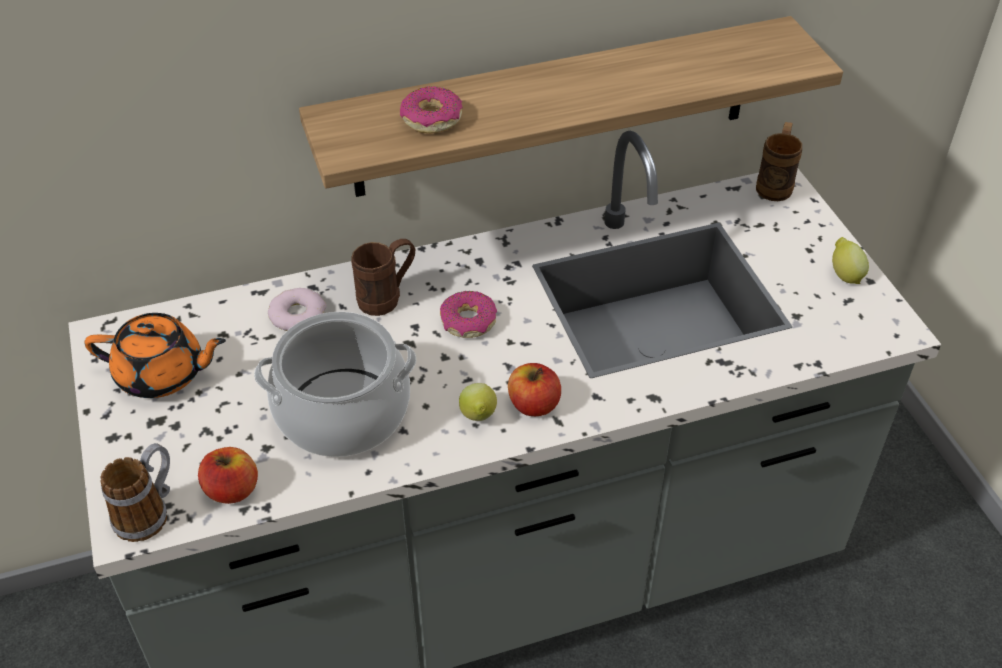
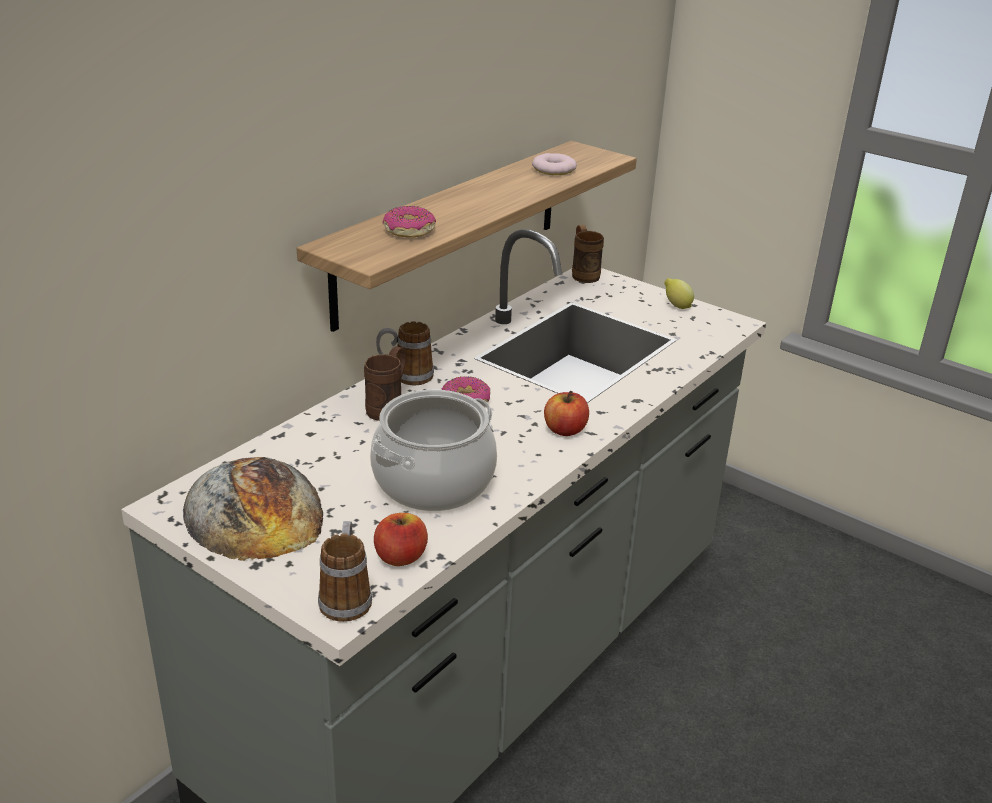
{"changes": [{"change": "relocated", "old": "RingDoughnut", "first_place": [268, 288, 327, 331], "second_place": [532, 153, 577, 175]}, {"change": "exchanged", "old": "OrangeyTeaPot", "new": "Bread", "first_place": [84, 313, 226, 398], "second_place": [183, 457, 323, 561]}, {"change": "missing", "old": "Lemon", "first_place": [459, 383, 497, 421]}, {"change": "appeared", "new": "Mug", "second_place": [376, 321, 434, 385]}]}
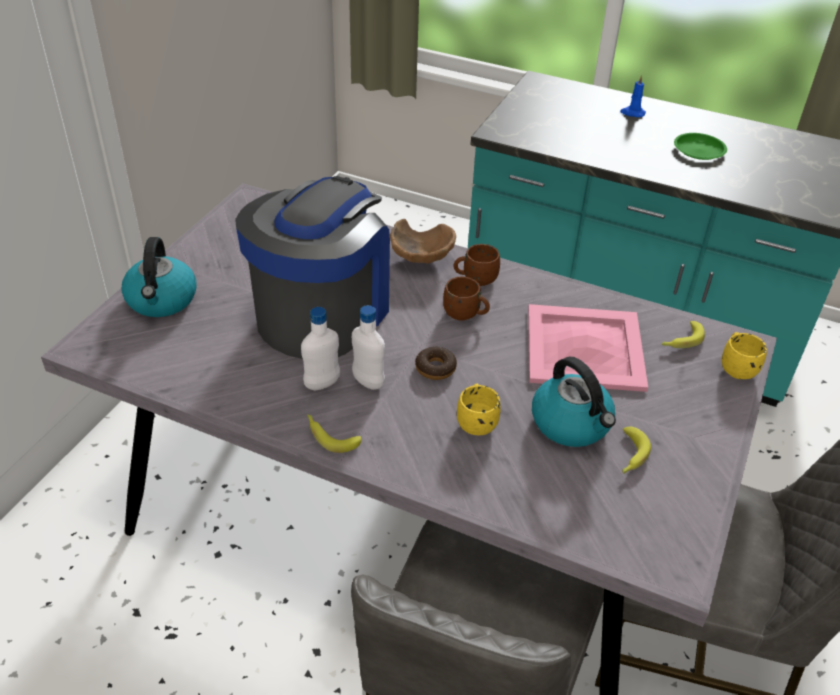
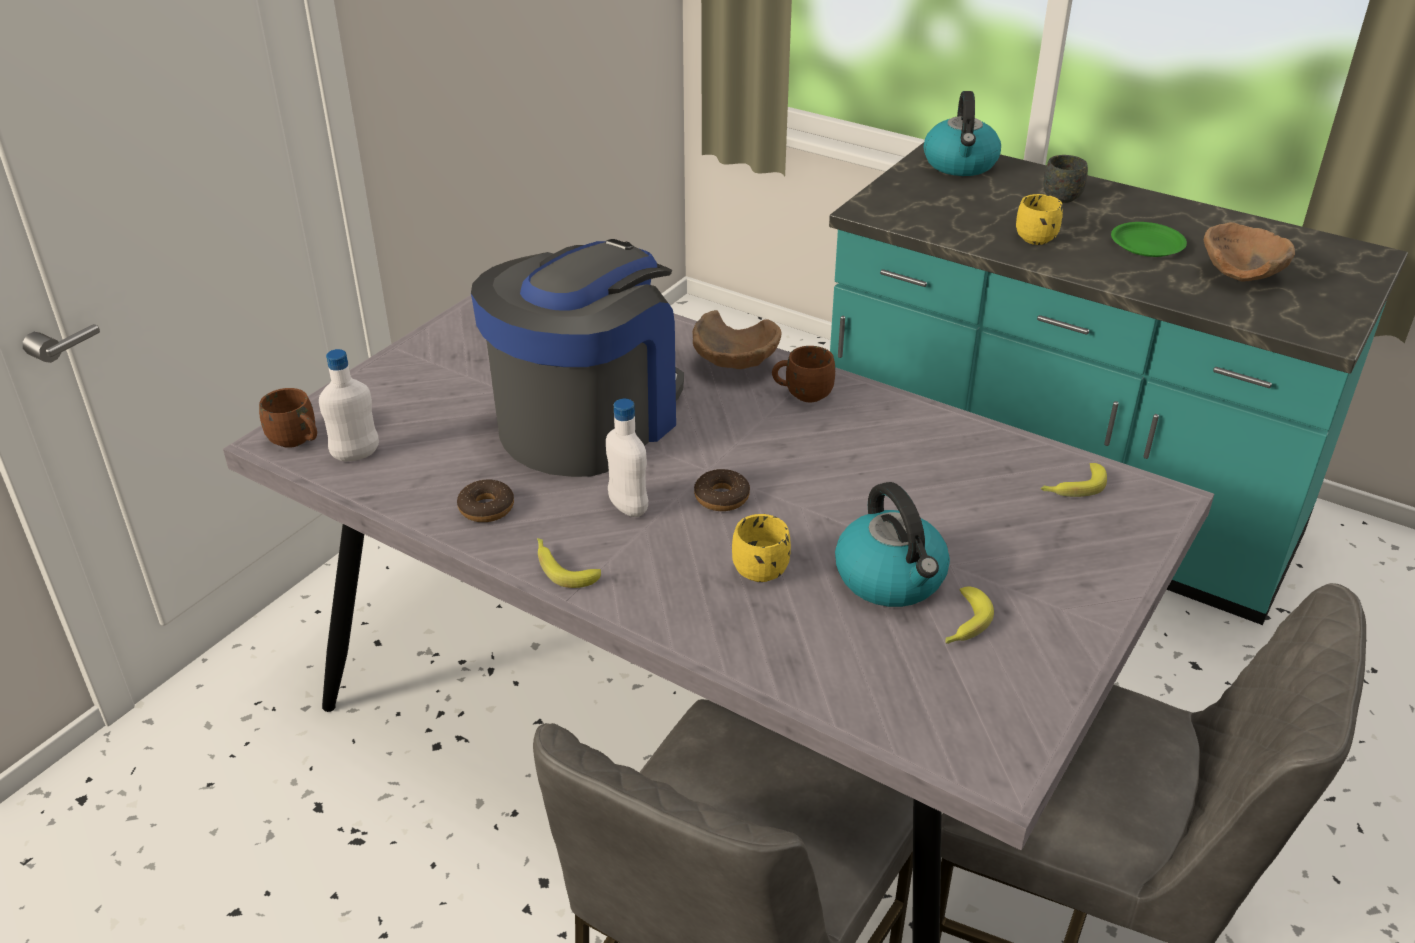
{"changes": [{"change": "exchanged", "old": "BlueColouredCandle", "new": "GrayMug", "first_place": [620, 75, 646, 117], "second_place": [1043, 155, 1088, 203]}, {"change": "relocated", "old": "WaterKettle", "first_place": [121, 237, 196, 317], "second_place": [924, 91, 1001, 176]}, {"change": "relocated", "old": "BrownMug", "first_place": [443, 277, 490, 321], "second_place": [259, 388, 317, 448]}, {"change": "missing", "old": "PinkColouredCarryingTray", "first_place": [528, 304, 648, 392]}, {"change": "relocated", "old": "WhitishDrinkBottle", "first_place": [301, 307, 340, 391], "second_place": [319, 349, 379, 462]}, {"change": "relocated", "old": "YellowMug", "first_place": [722, 332, 767, 379], "second_place": [1016, 194, 1063, 245]}, {"change": "appeared", "new": "BrownServingBowl", "second_place": [1204, 222, 1295, 281]}, {"change": "appeared", "new": "RingDoughnut", "second_place": [457, 479, 514, 522]}]}
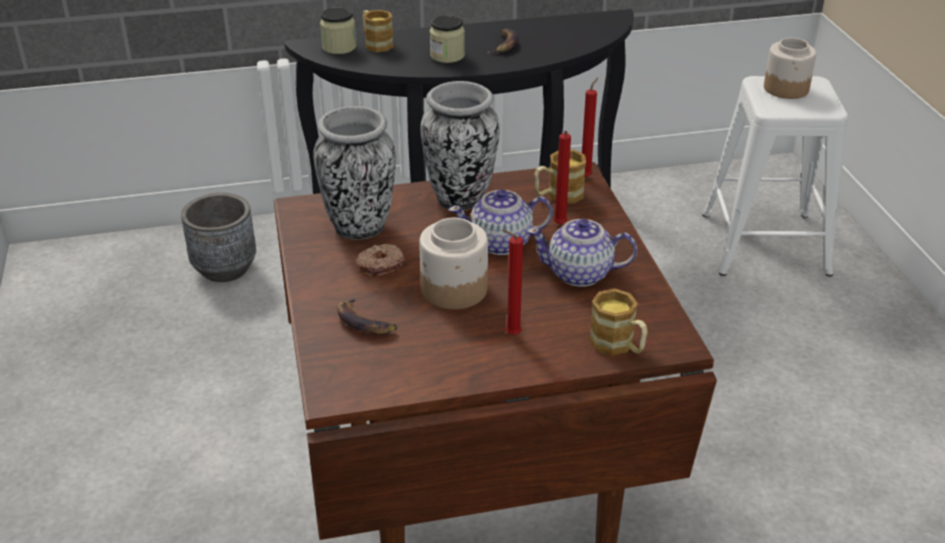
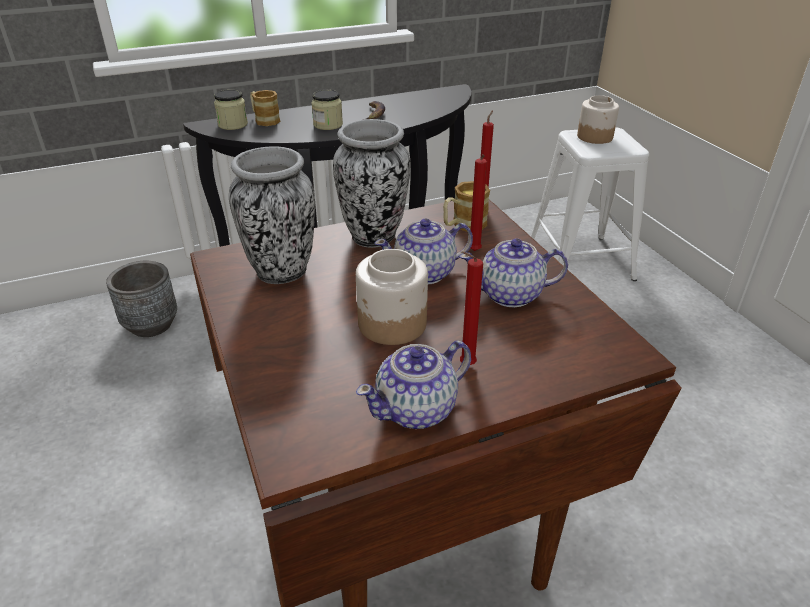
{"changes": [{"change": "missing", "old": "RingDoughnut", "first_place": [355, 244, 404, 277]}, {"change": "missing", "old": "Mug", "first_place": [589, 289, 647, 356]}, {"change": "missing", "old": "WholeBanana", "first_place": [337, 297, 397, 334]}, {"change": "appeared", "new": "TeaPot", "second_place": [356, 341, 471, 429]}]}
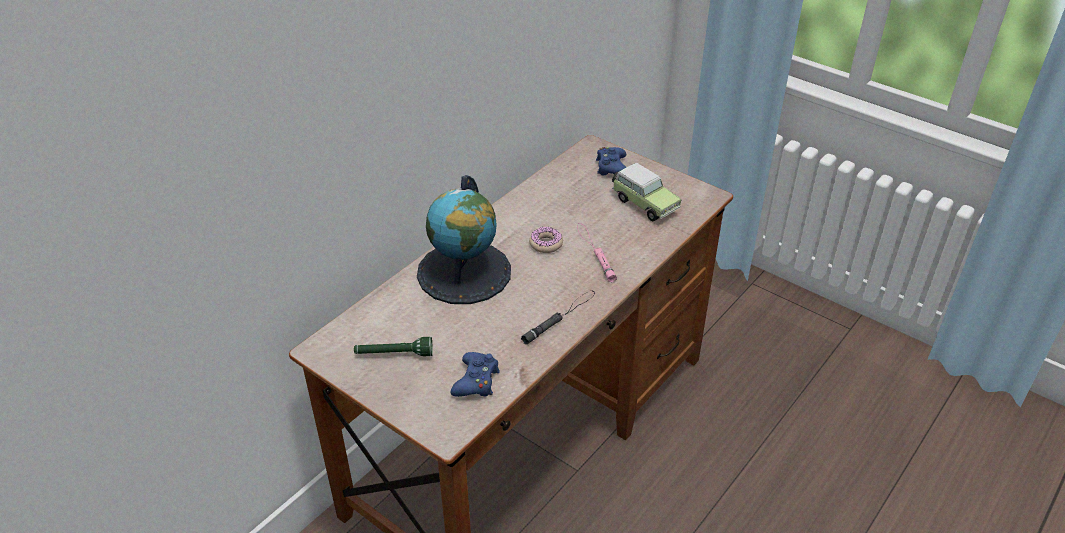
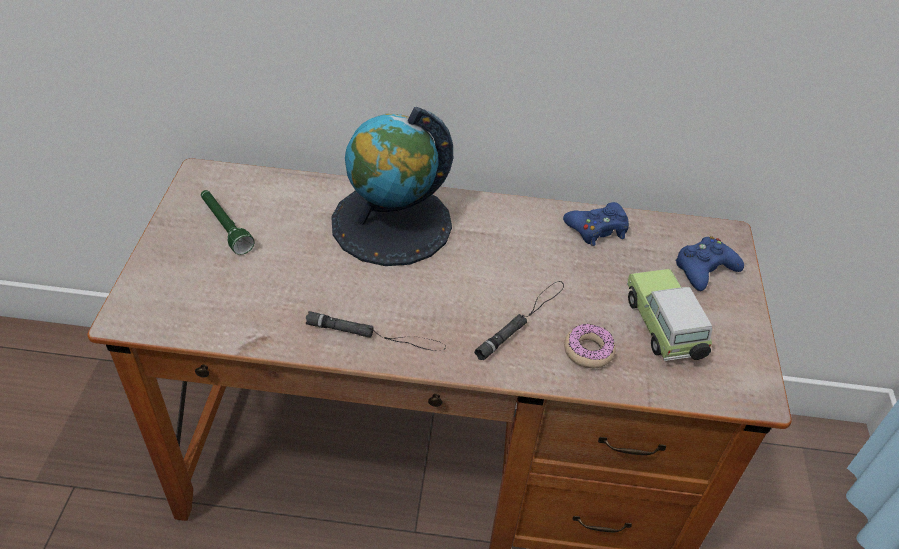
{"changes": [{"change": "spun", "old": "ToyCar", "first_place": [612, 163, 681, 221], "second_place": [627, 269, 713, 361], "degrees": 150}, {"change": "colour", "old": "PinkColouredTorch", "new": "BlackishTorch", "first_place": [577, 223, 617, 282], "second_place": [474, 281, 564, 360]}, {"change": "relocated", "old": "RingDoughnut", "first_place": [529, 226, 563, 253], "second_place": [564, 324, 615, 369]}, {"change": "relocated", "old": "BlueColouredGamepad", "first_place": [451, 352, 500, 397], "second_place": [563, 202, 629, 246]}]}
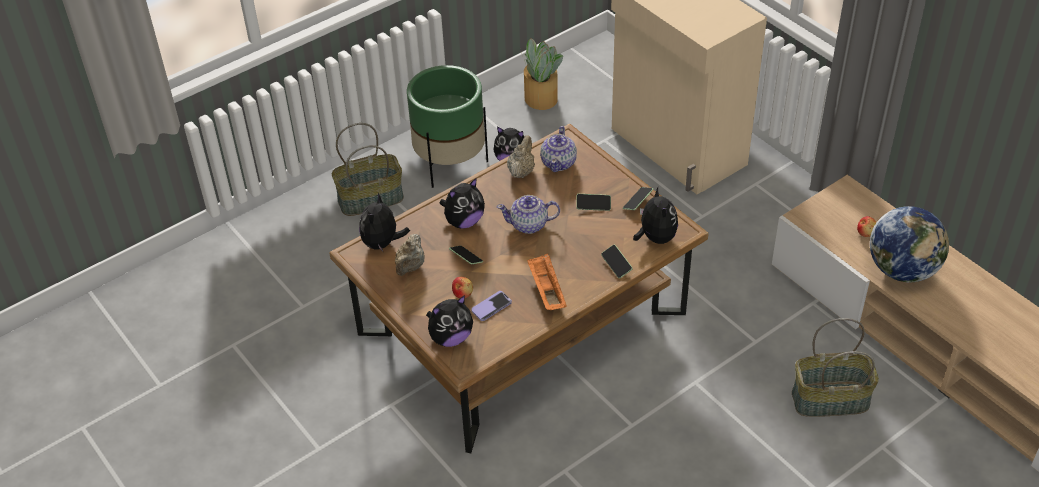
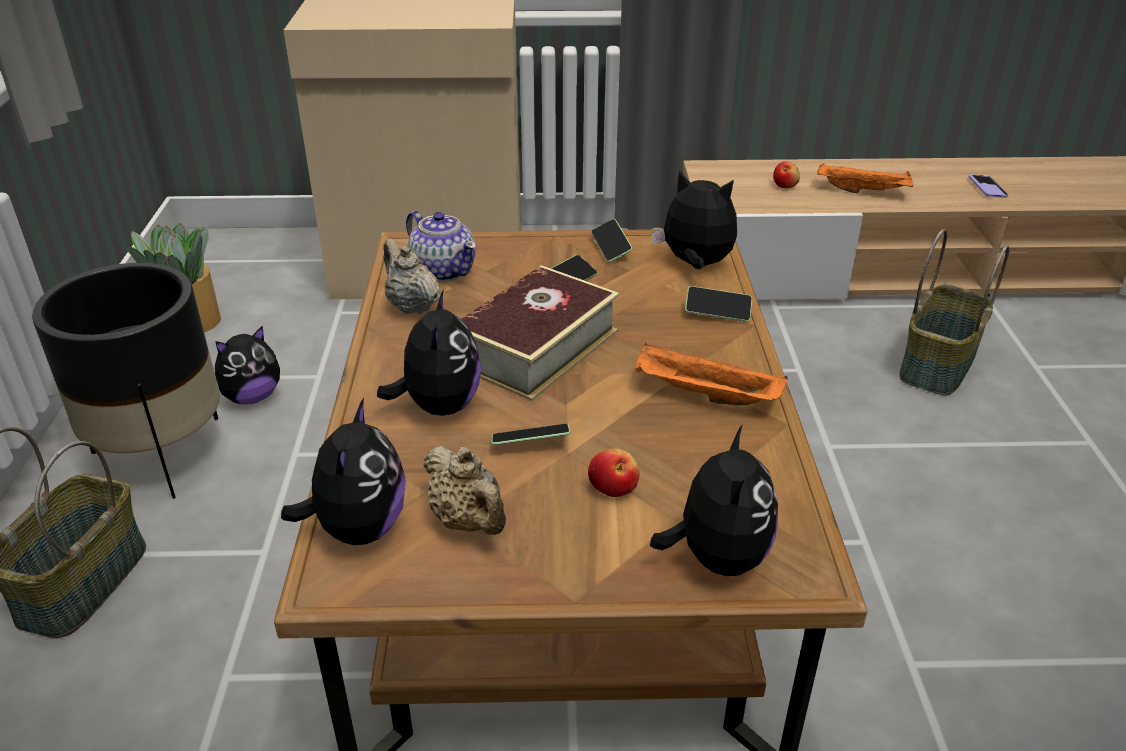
{"changes": [{"change": "colour", "old": "GreenPlanter", "new": "BlackishPlanter", "first_place": [407, 65, 488, 188], "second_place": [32, 263, 220, 499]}, {"change": "spun", "old": "CuddlyToy", "first_place": [359, 193, 410, 253], "second_place": [281, 398, 406, 545], "degrees": -135}, {"change": "exchanged", "old": "TeaPot", "new": "Book", "first_place": [497, 195, 560, 234], "second_place": [461, 265, 619, 401]}, {"change": "exchanged", "old": "DeskGlobe", "new": "OrangeyCarryingTray", "first_place": [870, 206, 949, 283], "second_place": [817, 164, 913, 193]}, {"change": "relocated", "old": "Phone", "first_place": [472, 291, 512, 321], "second_place": [968, 174, 1008, 198]}]}
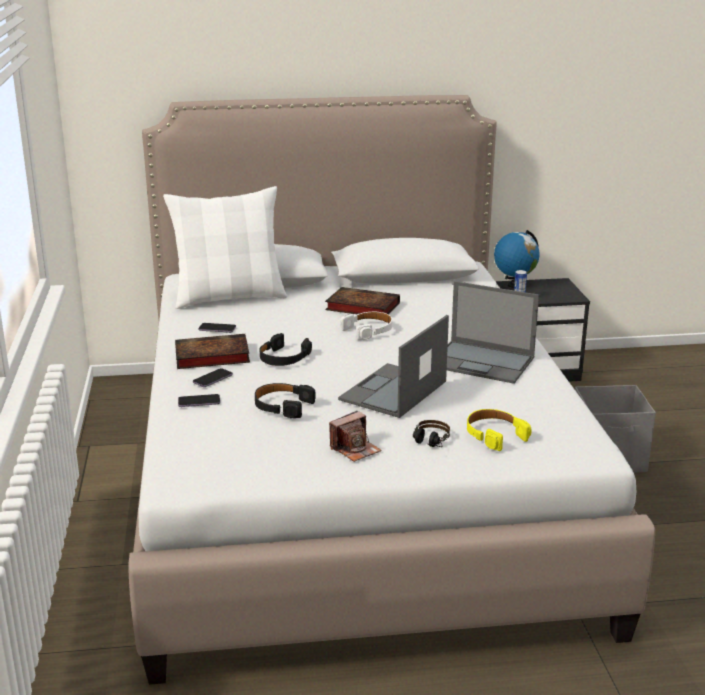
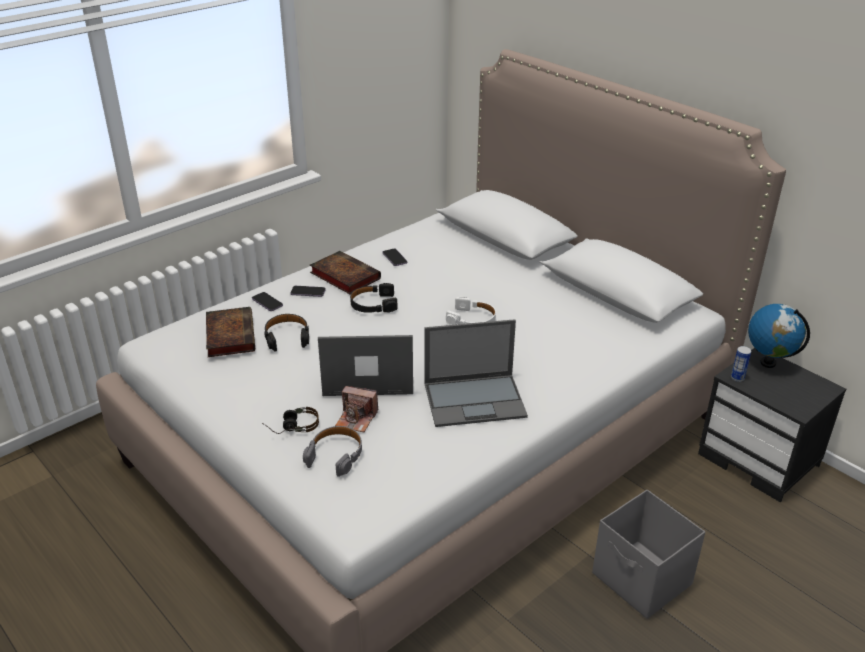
{"changes": [{"change": "missing", "old": "WhitishThrowPillow", "first_place": [163, 186, 287, 309]}, {"change": "spun", "old": "Laptop", "first_place": [447, 281, 539, 384], "second_place": [424, 319, 528, 427], "degrees": -90}, {"change": "relocated", "old": "Book", "first_place": [325, 287, 400, 314], "second_place": [206, 307, 255, 357]}, {"change": "colour", "old": "YellowHeadphones", "new": "GrayHeadphones", "first_place": [467, 409, 532, 451], "second_place": [303, 426, 362, 477]}, {"change": "relocated", "old": "StillCamera", "first_place": [329, 411, 382, 462], "second_place": [335, 386, 378, 432]}]}
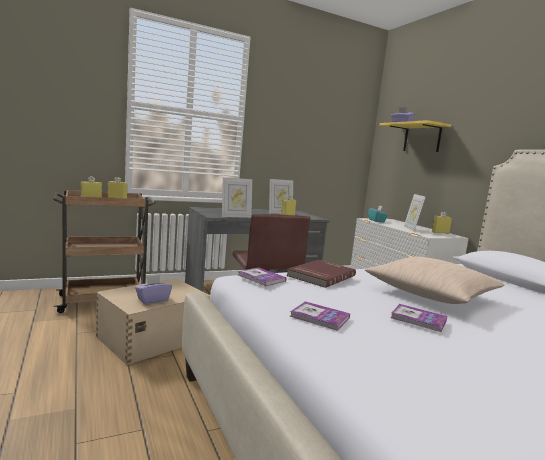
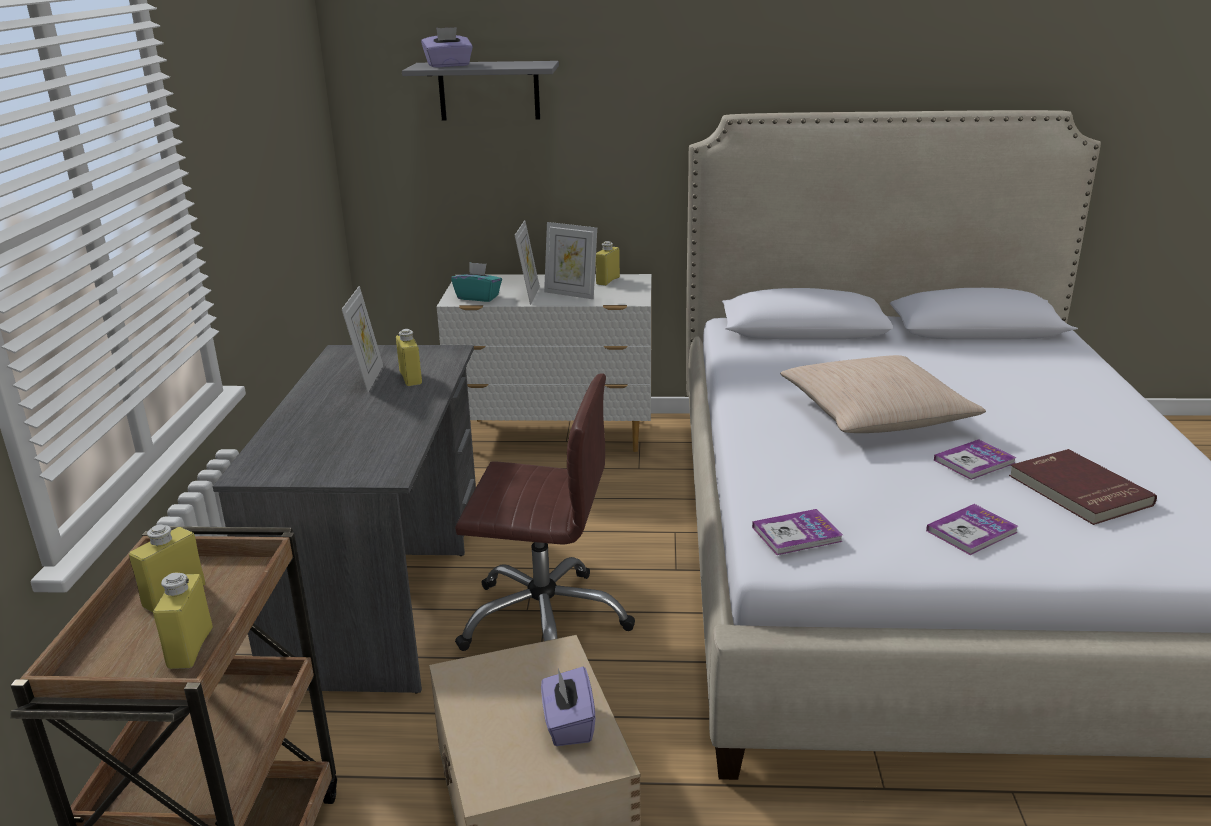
{"changes": [{"change": "colour", "old": "YellowWallShelf", "new": "GrayWallShelf", "first_place": [379, 120, 451, 152], "second_place": [402, 61, 559, 121]}, {"change": "relocated", "old": "StandingFrame", "first_place": [222, 177, 252, 218], "second_place": [515, 220, 540, 305]}, {"change": "relocated", "old": "RedColouredBook", "first_place": [286, 260, 356, 288], "second_place": [1009, 449, 1157, 525]}]}
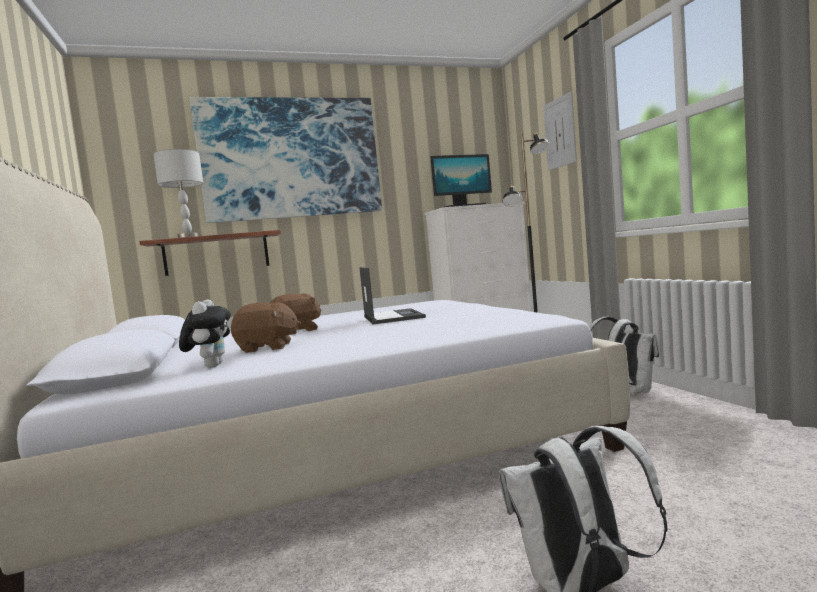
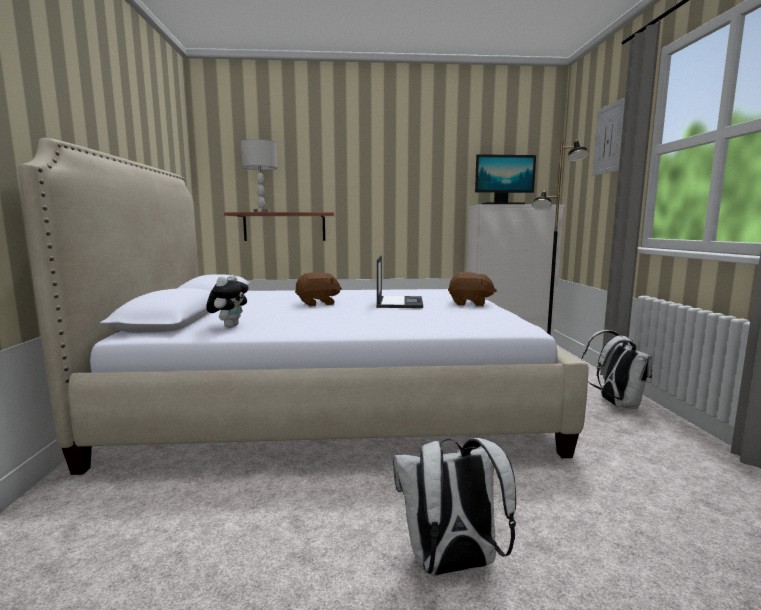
{"changes": [{"change": "missing", "old": "WallPicture", "first_place": [190, 97, 382, 223]}, {"change": "relocated", "old": "BrownCuddlyToy", "first_place": [231, 302, 301, 353], "second_place": [448, 272, 497, 306]}]}
